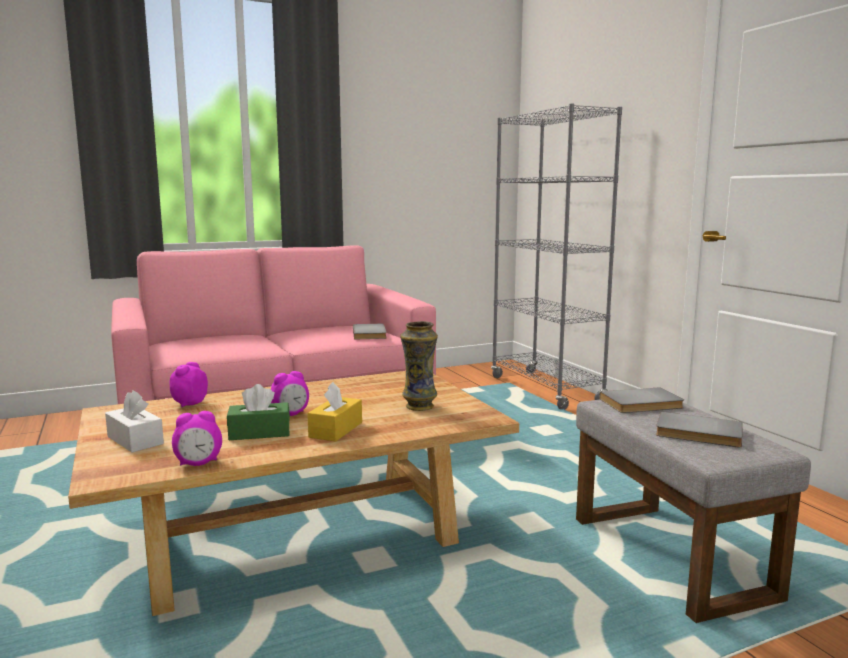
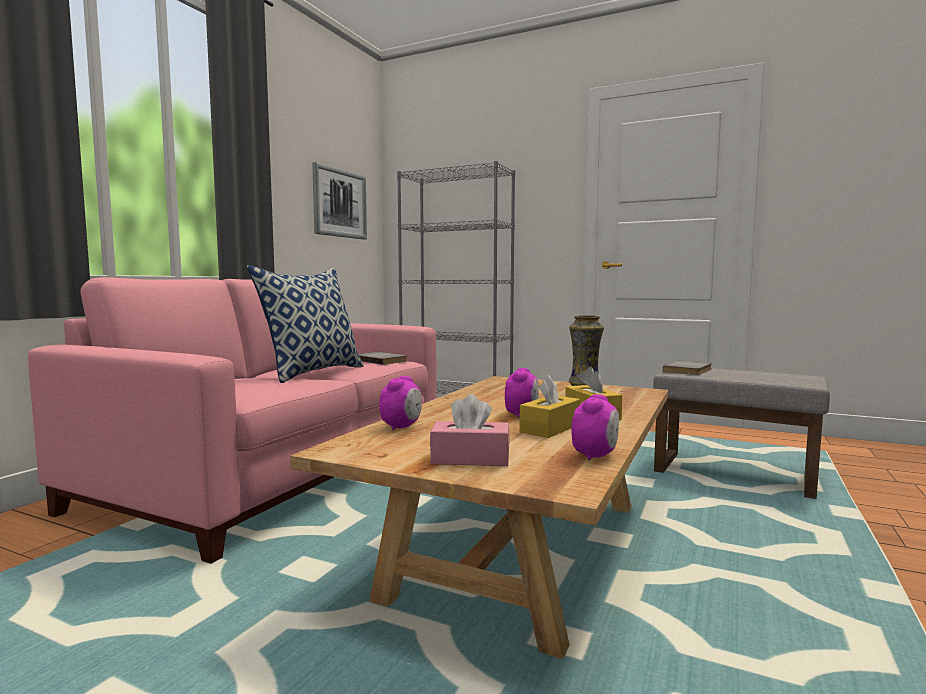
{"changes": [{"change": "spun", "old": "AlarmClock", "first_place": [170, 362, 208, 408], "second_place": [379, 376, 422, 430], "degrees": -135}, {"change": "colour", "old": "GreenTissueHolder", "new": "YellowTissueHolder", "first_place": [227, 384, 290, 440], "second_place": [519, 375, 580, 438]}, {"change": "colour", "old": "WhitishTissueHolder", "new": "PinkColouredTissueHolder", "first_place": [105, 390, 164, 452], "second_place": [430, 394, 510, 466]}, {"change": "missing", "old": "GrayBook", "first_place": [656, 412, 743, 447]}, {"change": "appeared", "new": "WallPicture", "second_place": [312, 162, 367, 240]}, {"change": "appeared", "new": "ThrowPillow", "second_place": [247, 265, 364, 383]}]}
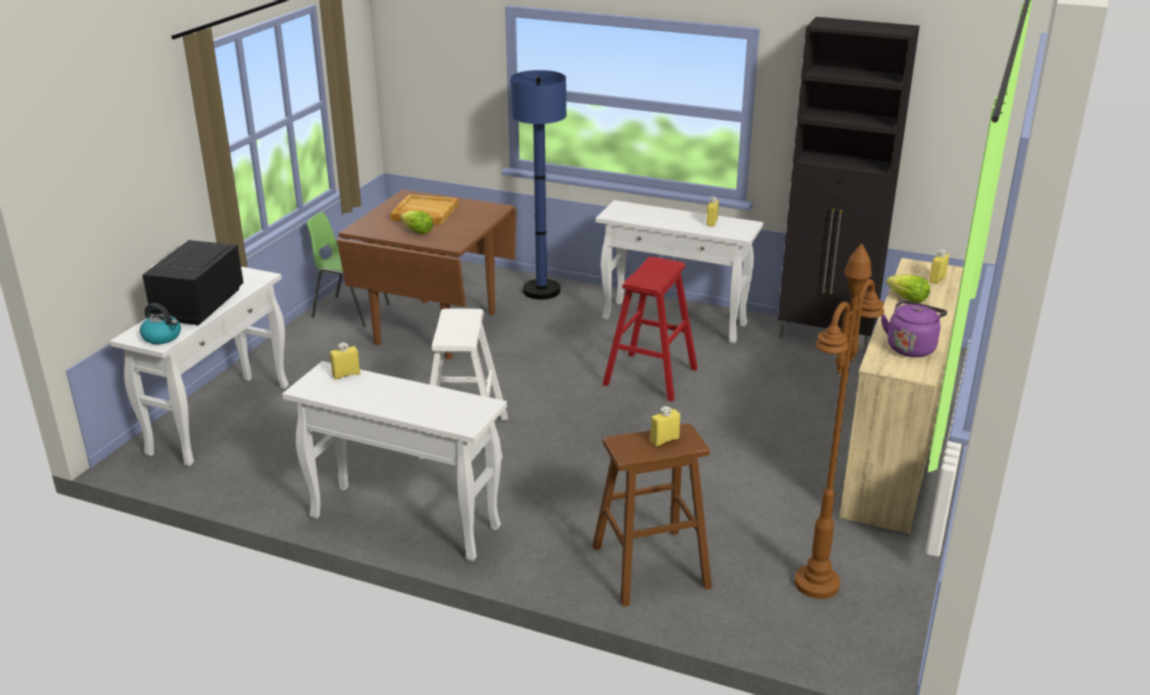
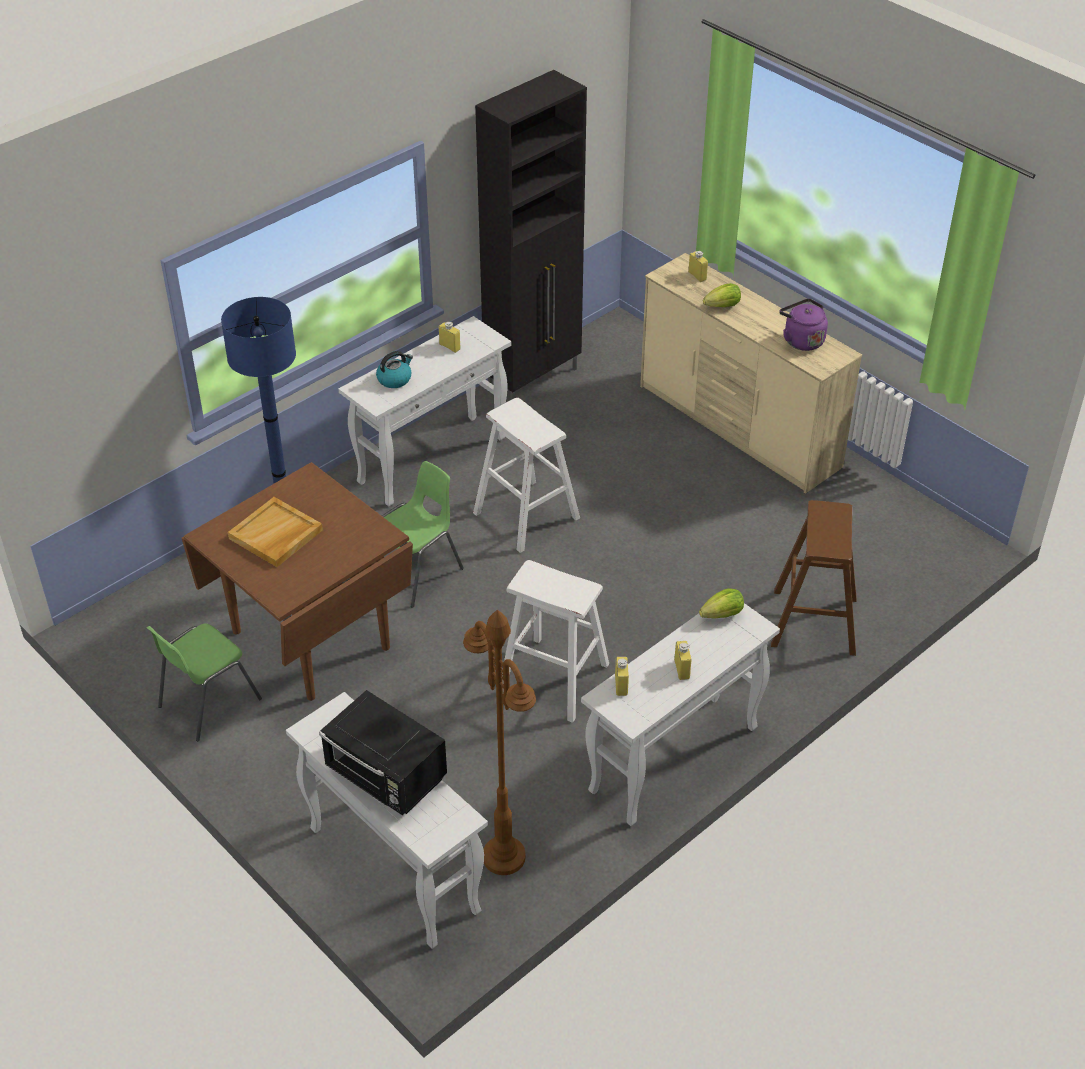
{"changes": [{"change": "relocated", "old": "Lettuce", "first_place": [400, 210, 433, 234], "second_place": [699, 588, 744, 619]}, {"change": "relocated", "old": "BrownFloorLamp", "first_place": [795, 244, 884, 599], "second_place": [463, 610, 536, 875]}, {"change": "colour", "old": "RedColouredSittingStool", "new": "WhitishSittingStool", "first_place": [602, 257, 698, 402], "second_place": [473, 398, 580, 553]}, {"change": "relocated", "old": "WaterKettle", "first_place": [140, 303, 181, 344], "second_place": [376, 351, 413, 388]}, {"change": "relocated", "old": "YellowDrinkBottle", "first_place": [650, 406, 680, 447], "second_place": [674, 641, 692, 680]}, {"change": "appeared", "new": "GreenPlainChair", "second_place": [382, 461, 464, 608]}]}
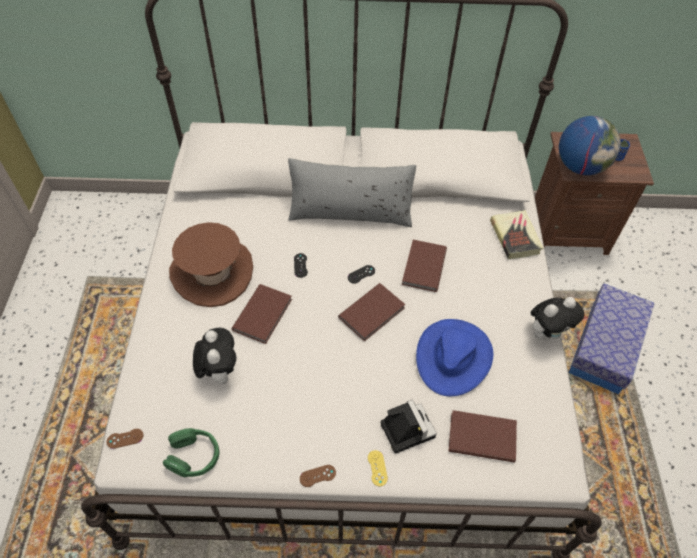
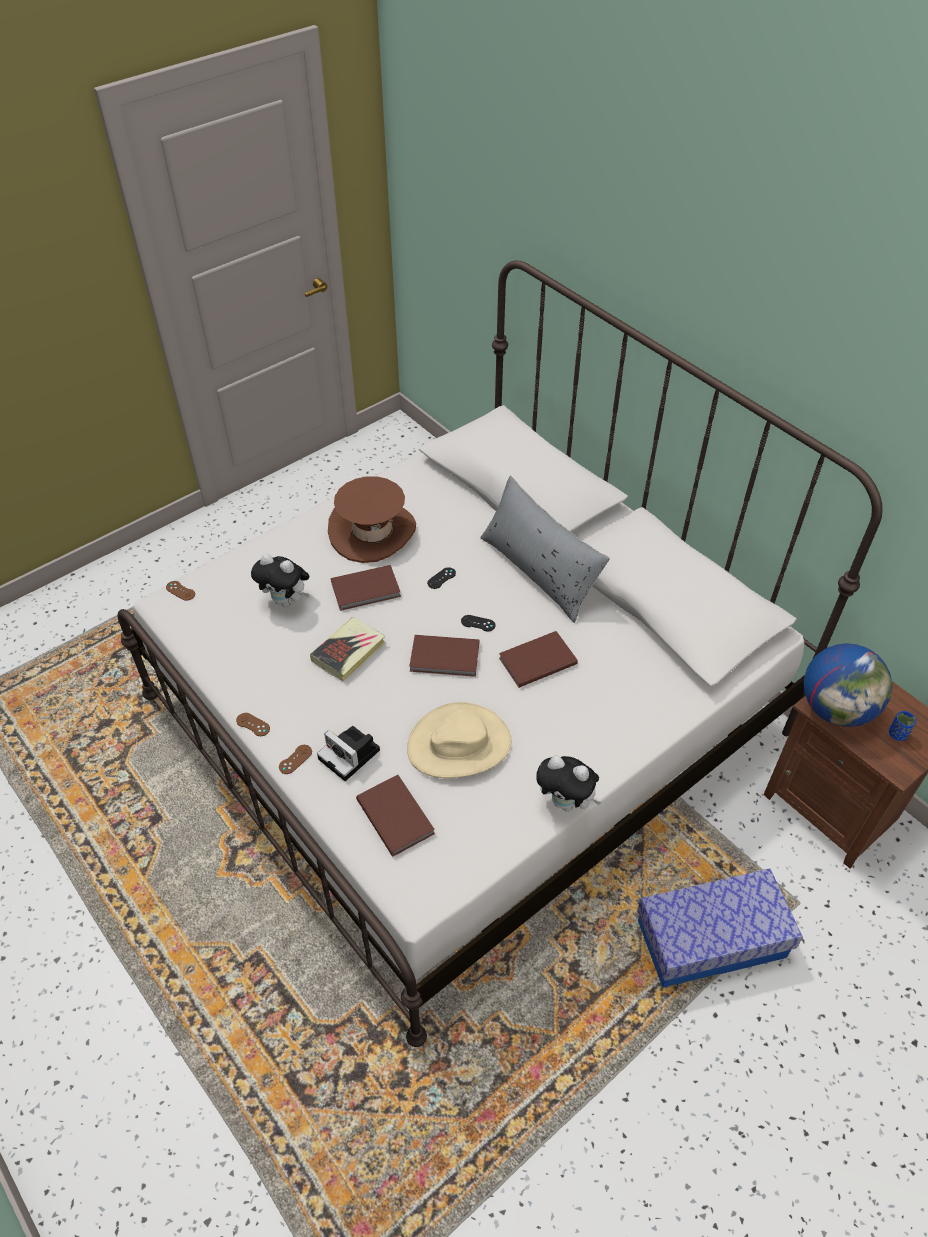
{"changes": [{"change": "relocated", "old": "Book", "first_place": [490, 210, 543, 259], "second_place": [310, 617, 386, 681]}, {"change": "colour", "old": "BlueColouredHat", "new": "BeigeHat", "first_place": [416, 319, 493, 396], "second_place": [407, 702, 512, 778]}, {"change": "spun", "old": "CuddlyToy", "first_place": [193, 328, 236, 384], "second_place": [251, 554, 309, 607], "degrees": 75}, {"change": "spun", "old": "StillCamera", "first_place": [381, 400, 437, 454], "second_place": [317, 726, 380, 781], "degrees": 105}, {"change": "missing", "old": "GreenHeadphones", "first_place": [163, 428, 220, 477]}, {"change": "colour", "old": "YellowGamepad", "new": "BrownGamepad", "first_place": [368, 450, 388, 486], "second_place": [279, 745, 312, 774]}]}
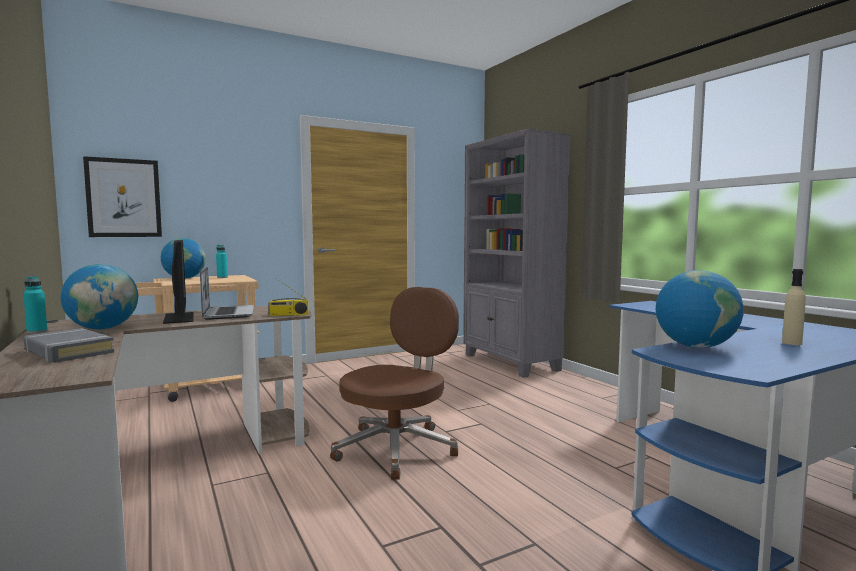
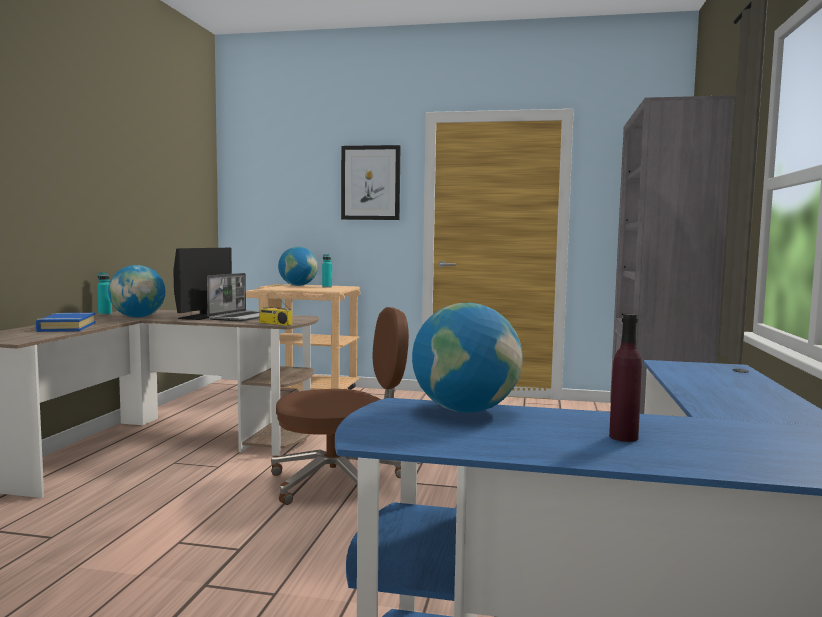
{"changes": [{"change": "relocated", "old": "WallPicture", "first_place": [83, 156, 162, 237], "second_place": [341, 145, 400, 220]}, {"change": "colour", "old": "BeigeDrinkBottle", "new": "PurplishDrinkBottle", "first_place": [782, 269, 806, 345], "second_place": [609, 314, 642, 442]}, {"change": "colour", "old": "GrayBook", "new": "BlueColouredBook", "first_place": [24, 328, 114, 363], "second_place": [36, 313, 95, 332]}]}
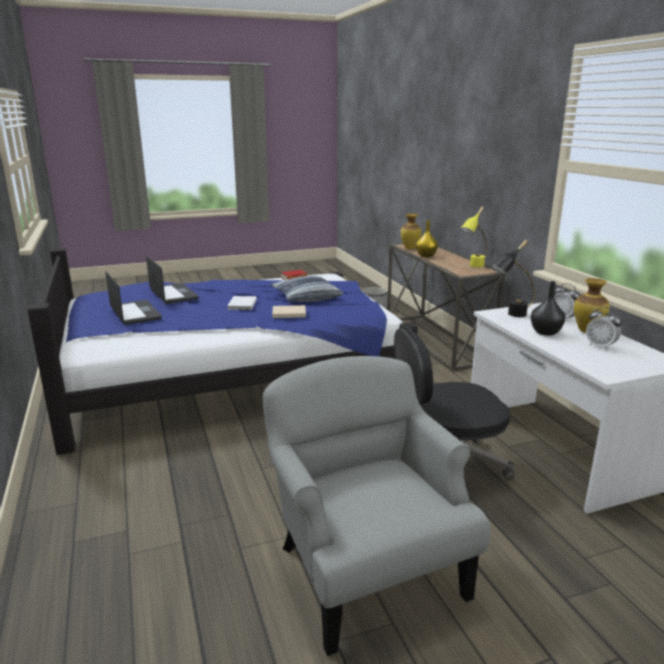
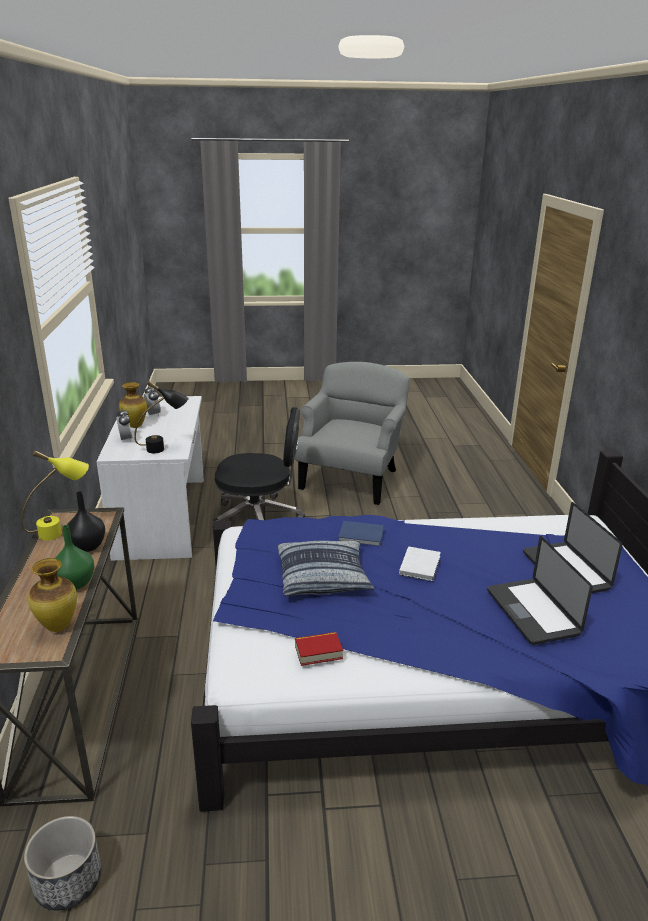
{"changes": [{"change": "colour", "old": "YellowFlowerVase", "new": "GreenFlowerVase", "first_place": [416, 220, 438, 257], "second_place": [55, 525, 94, 590]}, {"change": "relocated", "old": "BlackishFlowerVase", "first_place": [531, 281, 566, 336], "second_place": [67, 491, 105, 552]}, {"change": "colour", "old": "BeigeBook", "new": "BlueColouredBook", "first_place": [272, 305, 306, 318], "second_place": [338, 521, 384, 546]}, {"change": "spun", "old": "GrayLoungeChair", "first_place": [263, 356, 491, 656], "second_place": [295, 362, 409, 505], "degrees": -150}]}
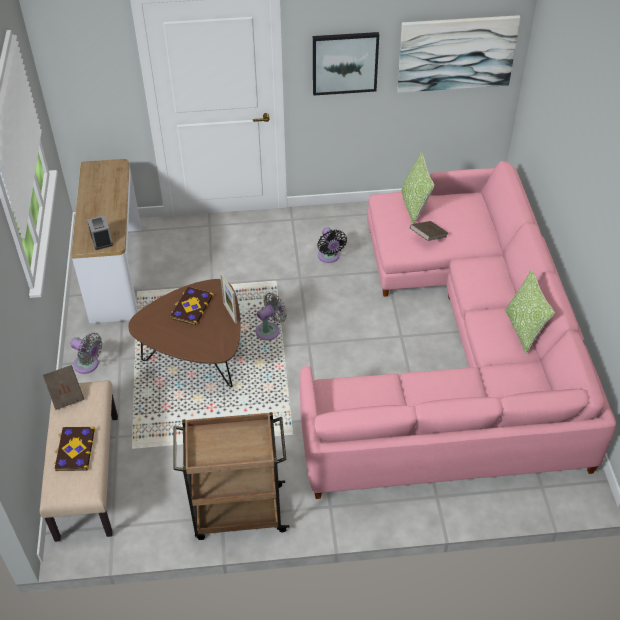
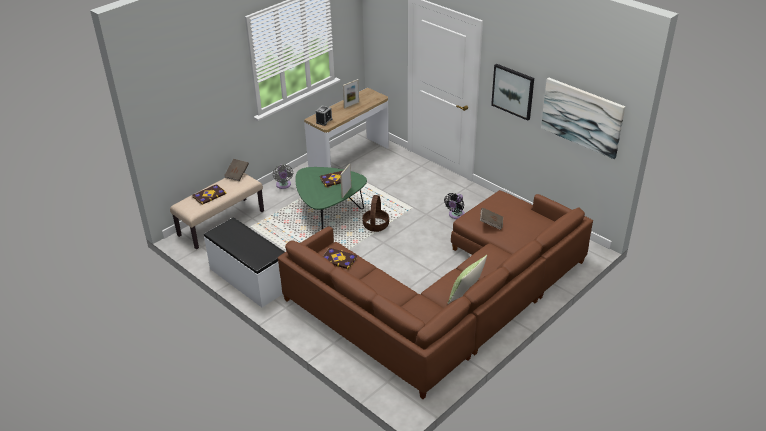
{"changes": [{"change": "missing", "old": "ThrowPillow", "first_place": [401, 152, 435, 224]}, {"change": "colour", "old": "PinkColouredSettee", "new": "BrownSettee", "first_place": [300, 161, 616, 499], "second_place": [278, 190, 593, 399]}, {"change": "colour", "old": "BrownLoungeTable", "new": "GreenLoungeTable", "first_place": [128, 279, 241, 387], "second_place": [295, 167, 367, 229]}, {"change": "exchanged", "old": "GrayCoolingFan", "new": "HouseholdBasket", "first_place": [256, 293, 287, 340], "second_place": [363, 195, 389, 232]}, {"change": "exchanged", "old": "BrownCart", "new": "WhitishBench", "first_place": [173, 412, 290, 540], "second_place": [204, 218, 285, 307]}, {"change": "appeared", "new": "StandingFrame", "second_place": [343, 79, 359, 108]}, {"change": "appeared", "new": "Book", "second_place": [323, 248, 357, 270]}]}
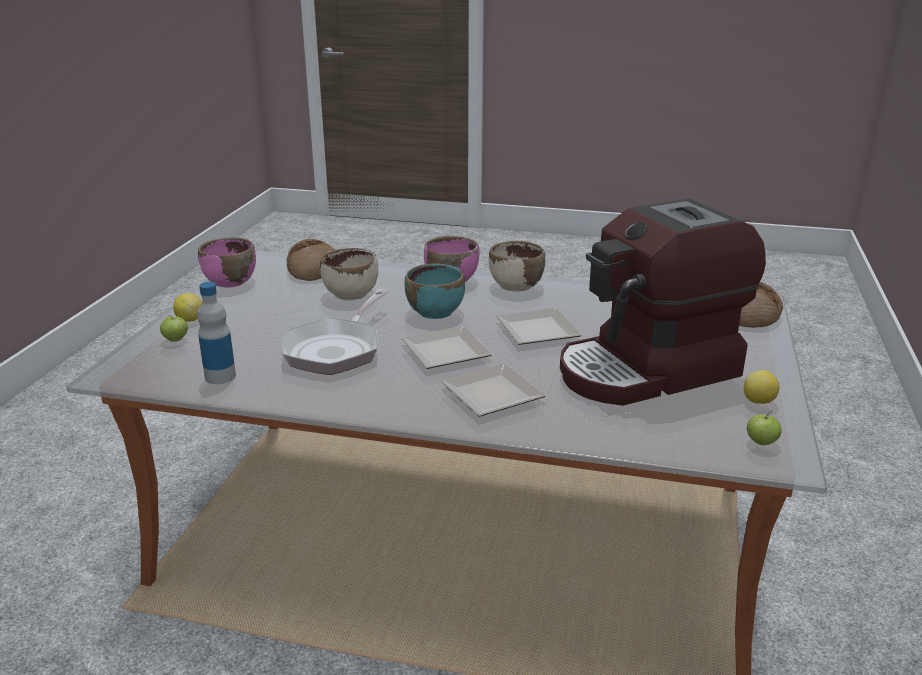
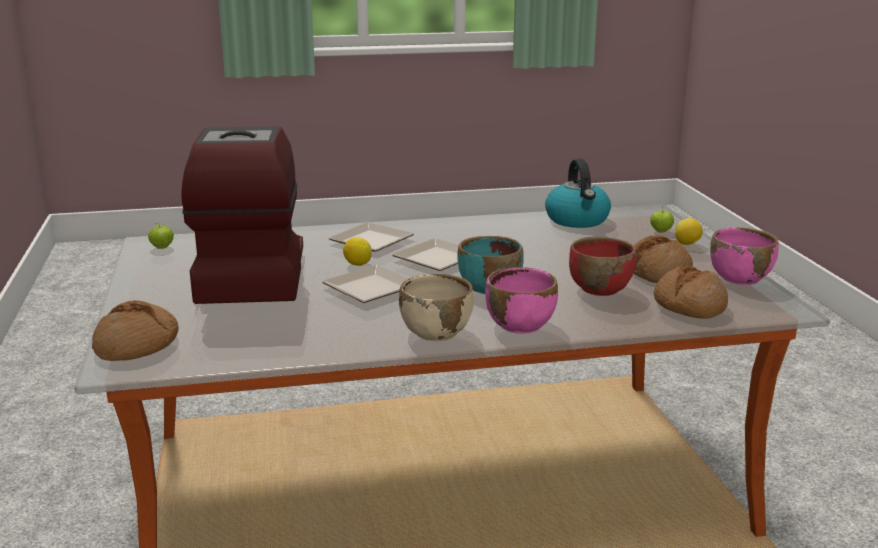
{"changes": [{"change": "spun", "old": "CoffeeMaker", "first_place": [560, 199, 766, 406], "second_place": [181, 126, 303, 304], "degrees": -45}, {"change": "colour", "old": "BeigeServingBowl", "new": "RedColouredServingBowl", "first_place": [320, 248, 378, 300], "second_place": [569, 237, 636, 296]}, {"change": "exchanged", "old": "DrinkBottle", "new": "WaterKettle", "first_place": [197, 282, 236, 384], "second_place": [545, 159, 611, 228]}, {"change": "missing", "old": "FryingPan", "first_place": [281, 289, 389, 375]}, {"change": "relocated", "old": "Lemon", "first_place": [744, 370, 780, 404], "second_place": [343, 237, 372, 266]}, {"change": "appeared", "new": "Bread", "second_place": [634, 235, 693, 283]}]}
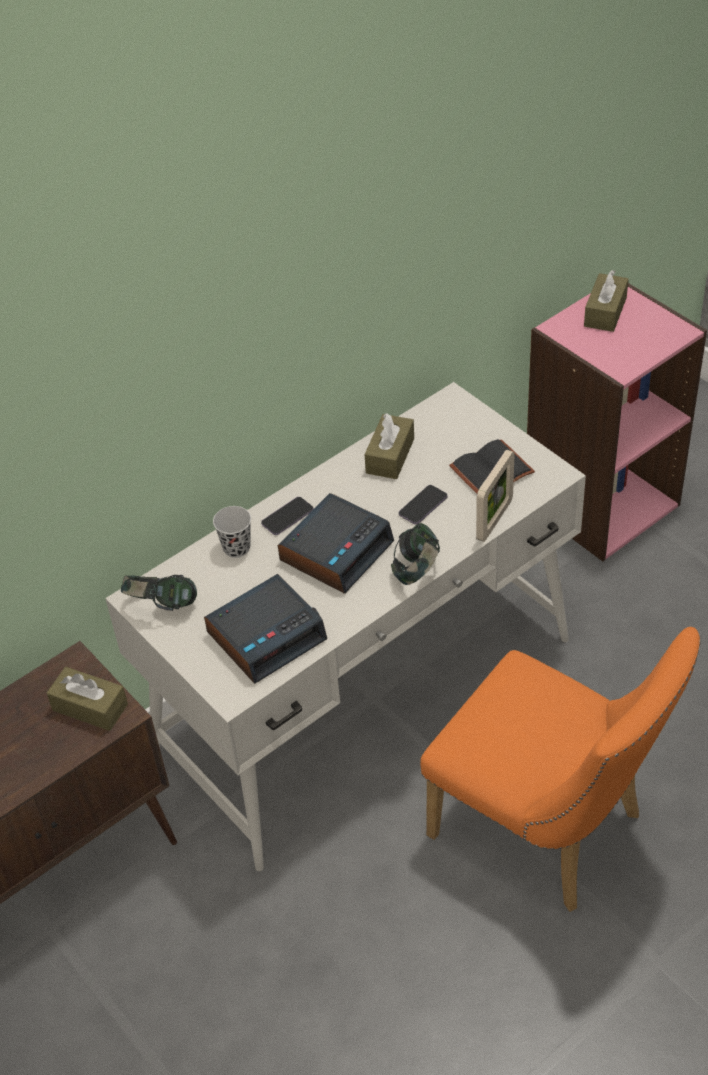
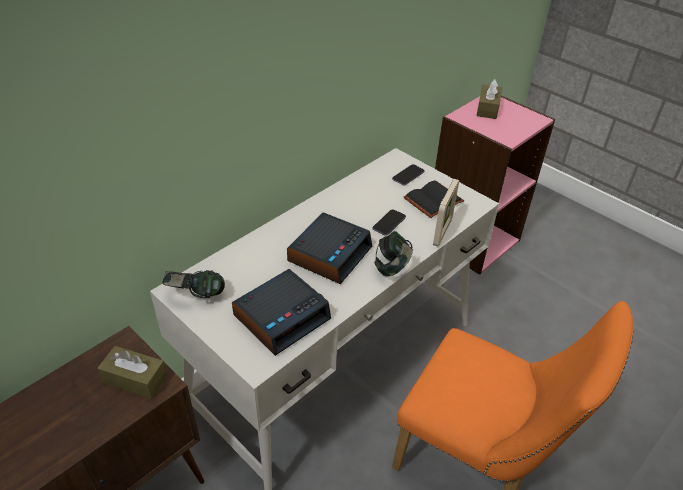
{"changes": [{"change": "missing", "old": "BrownTissueHolder", "first_place": [364, 413, 414, 479]}, {"change": "relocated", "old": "Phone", "first_place": [261, 497, 314, 535], "second_place": [392, 164, 425, 185]}, {"change": "missing", "old": "BlackishCup", "first_place": [213, 506, 251, 558]}]}
